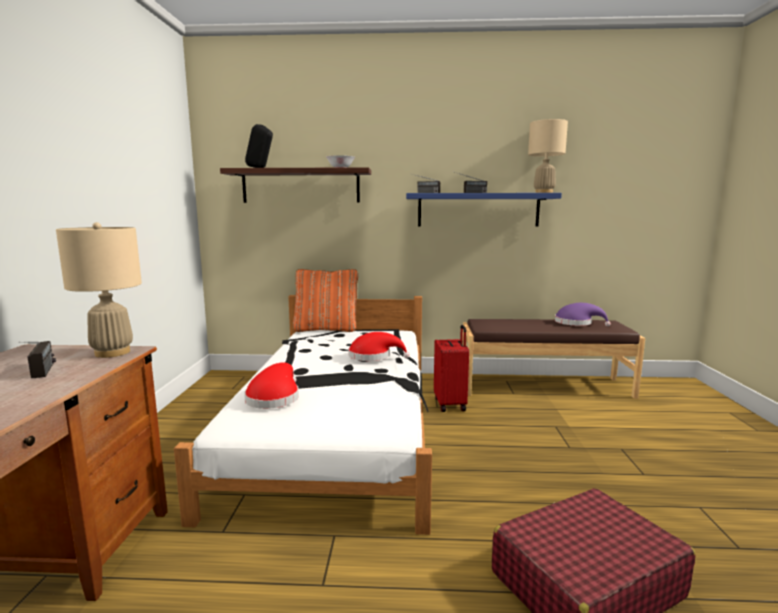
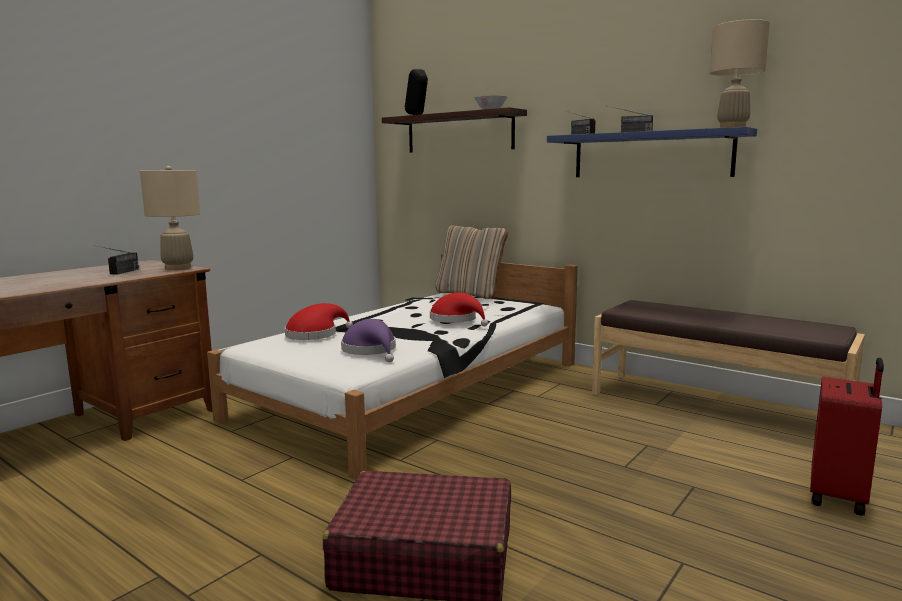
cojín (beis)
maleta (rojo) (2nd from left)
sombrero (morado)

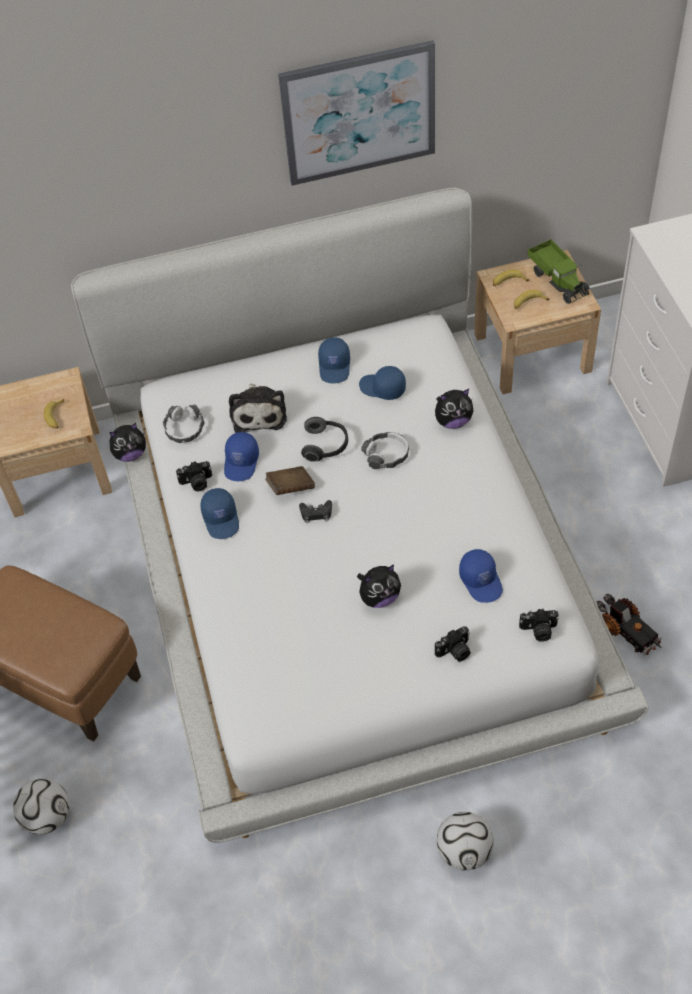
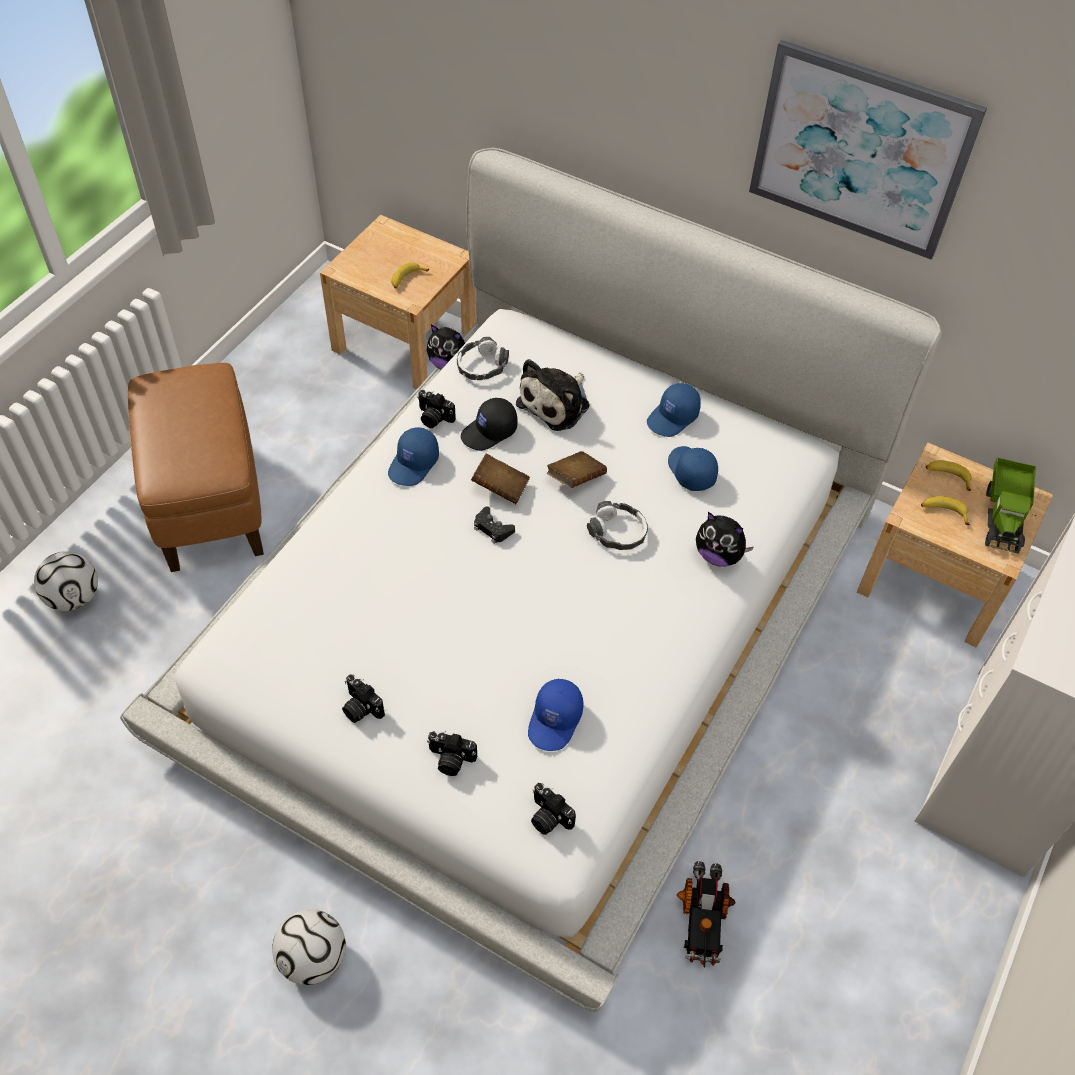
gorra (negro)
libro (marrón) (2nd from left)
peluche (3rd from left in the first image)
cámara (1st from left)

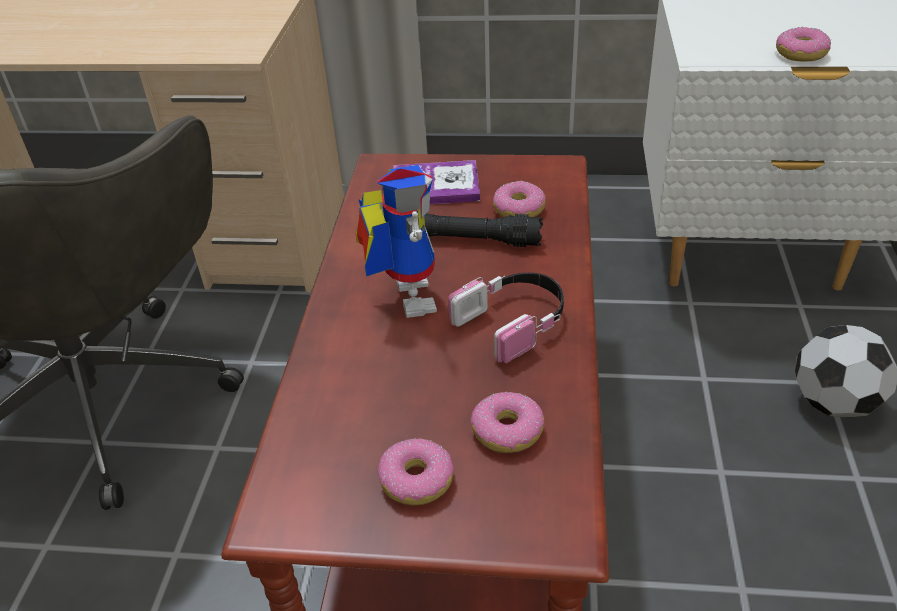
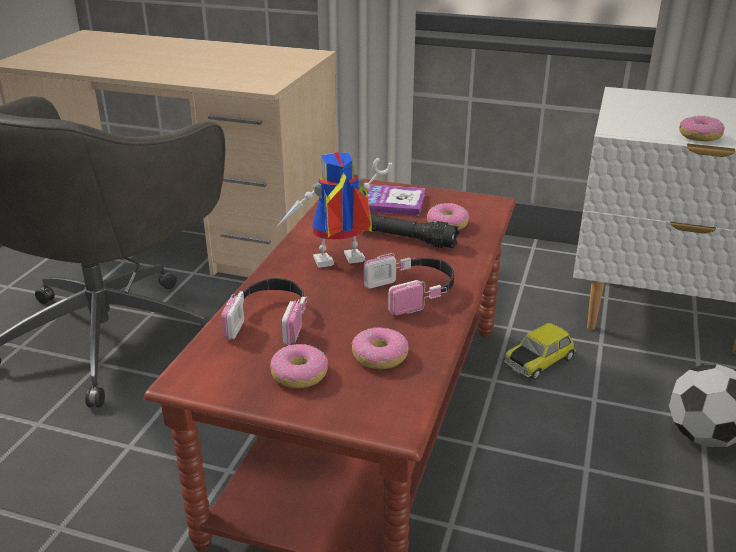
robot de juguete
auriculares (1st from left)
coche de juguete

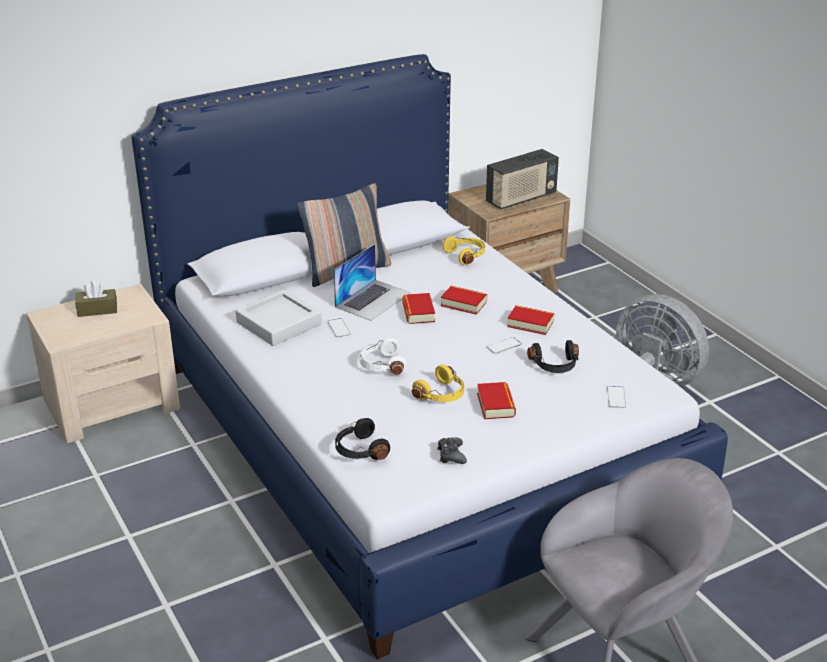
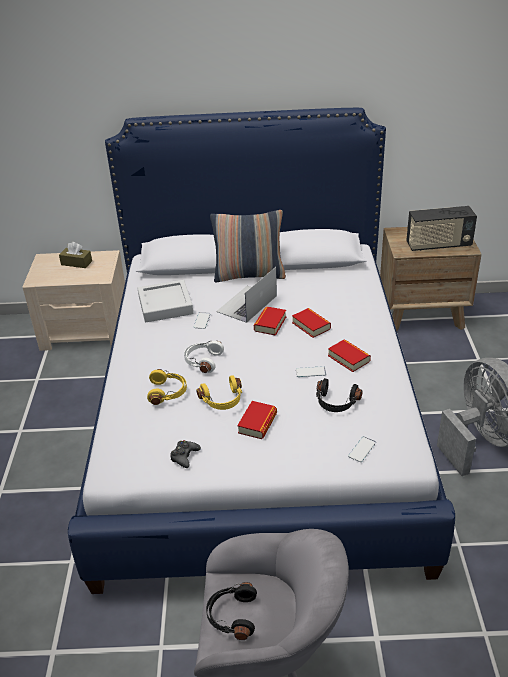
portátil
auriculares (negro) (1st from left)
auriculares (amarillo) (1st from left)

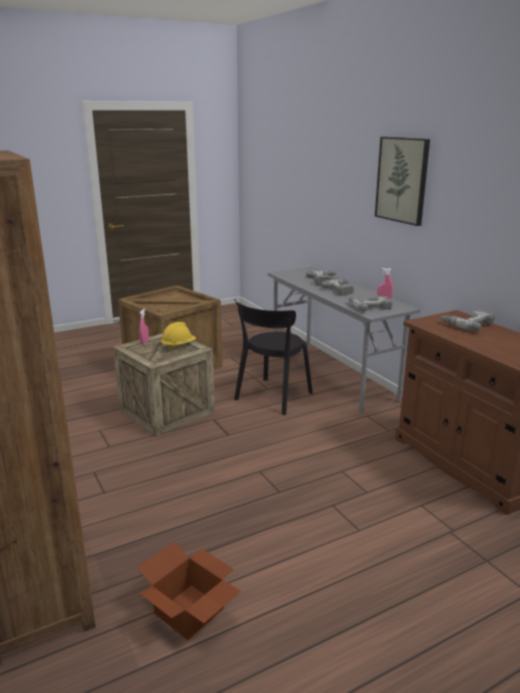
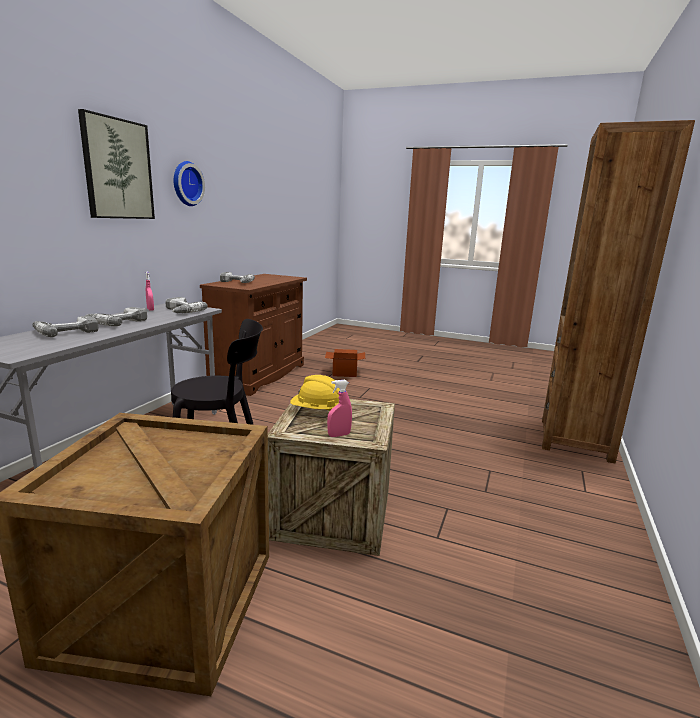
caja de cartón
reloj de pared

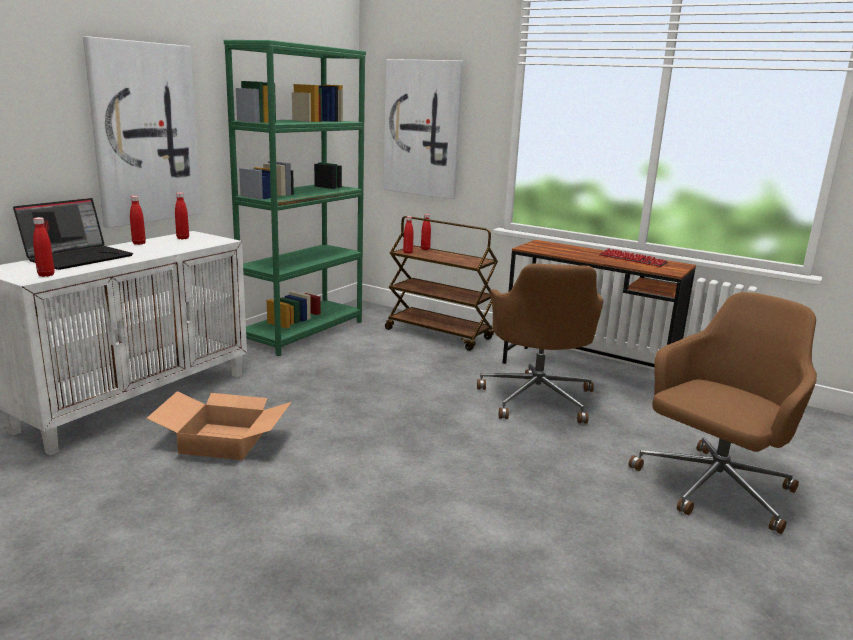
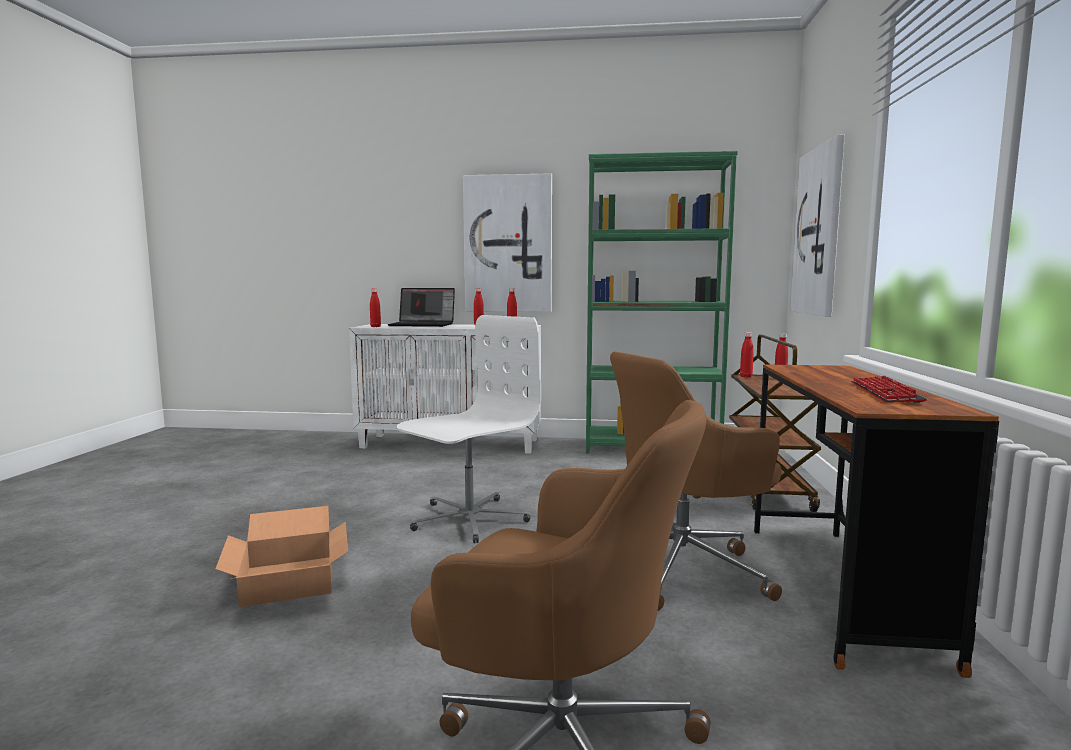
caja de cartón
silla de oficina (blanco)

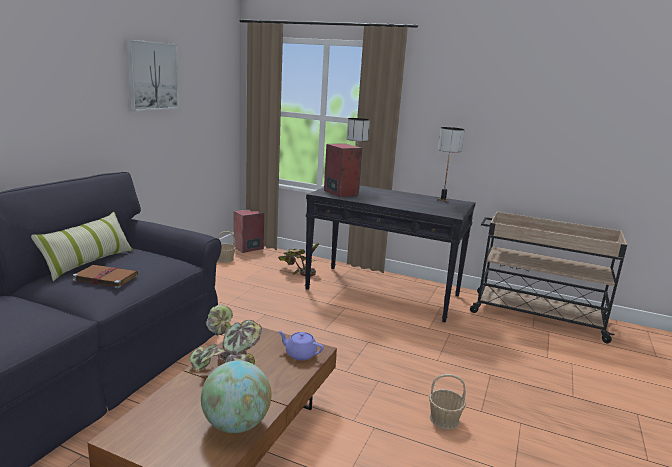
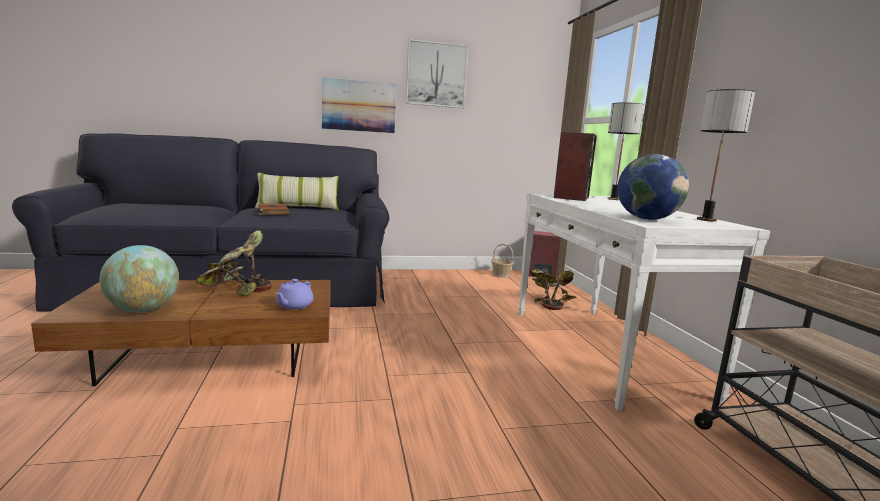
tetera (morado)
mesa consola (blanco)
cesta (2nd from left in the first image)
cuadro (1st from left)
globo terráqueo (2nd from left)

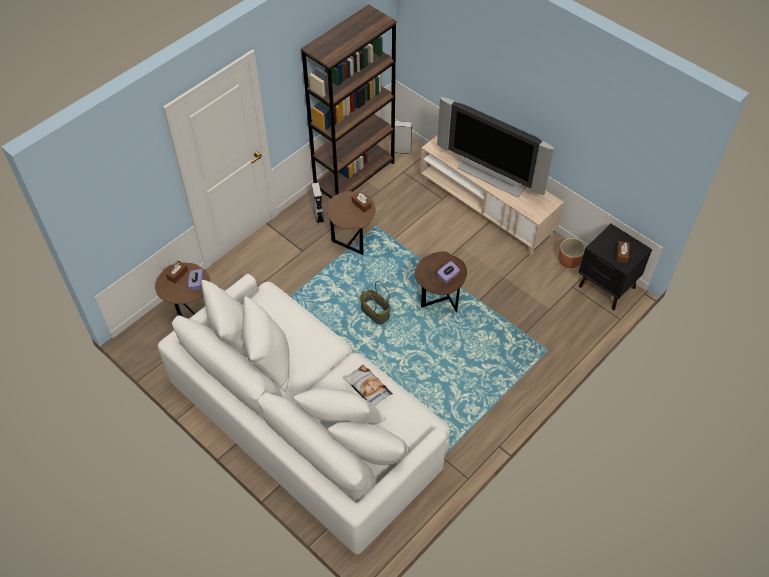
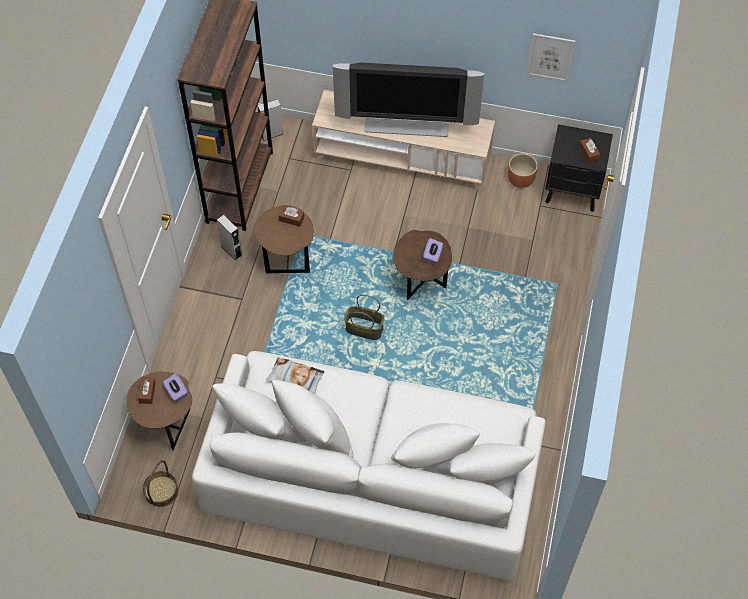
cojín
cesta (1st from left)
cuadro

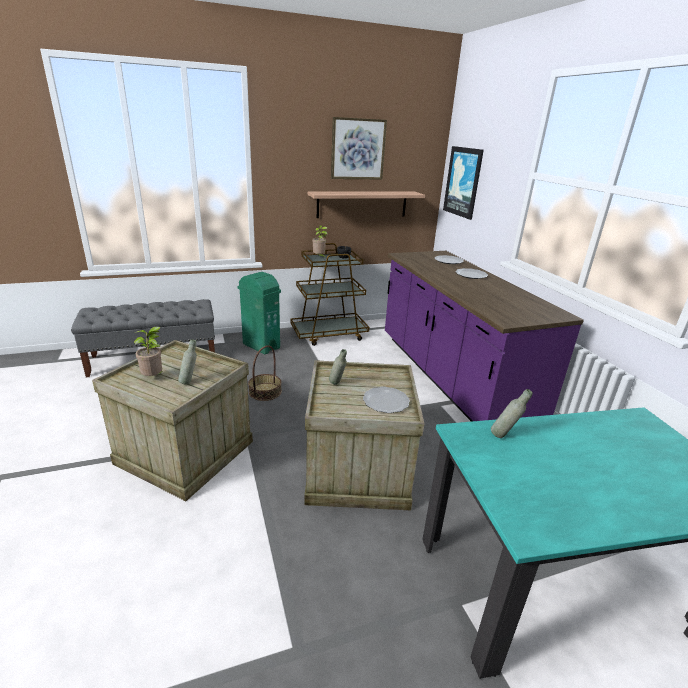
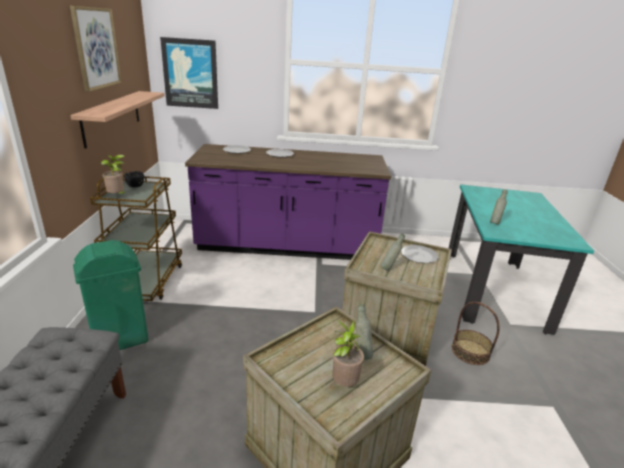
cesta

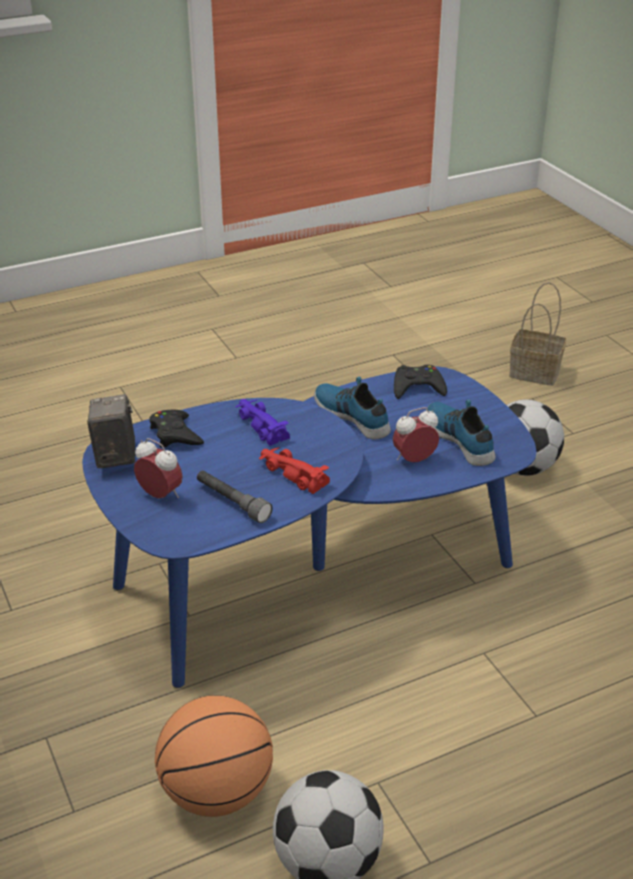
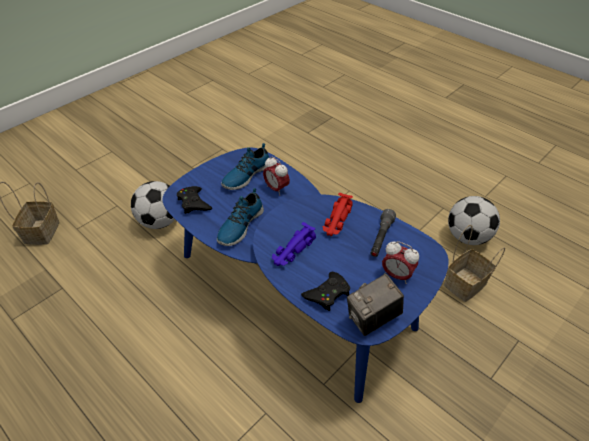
despertador (2nd from left)
cesta (2nd from left)

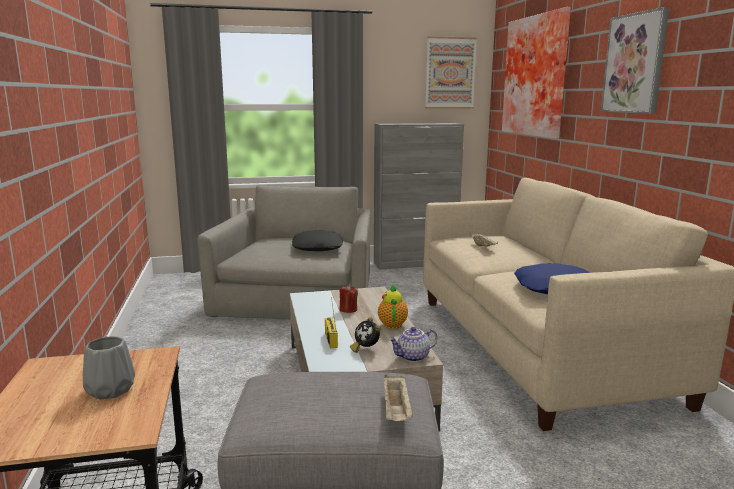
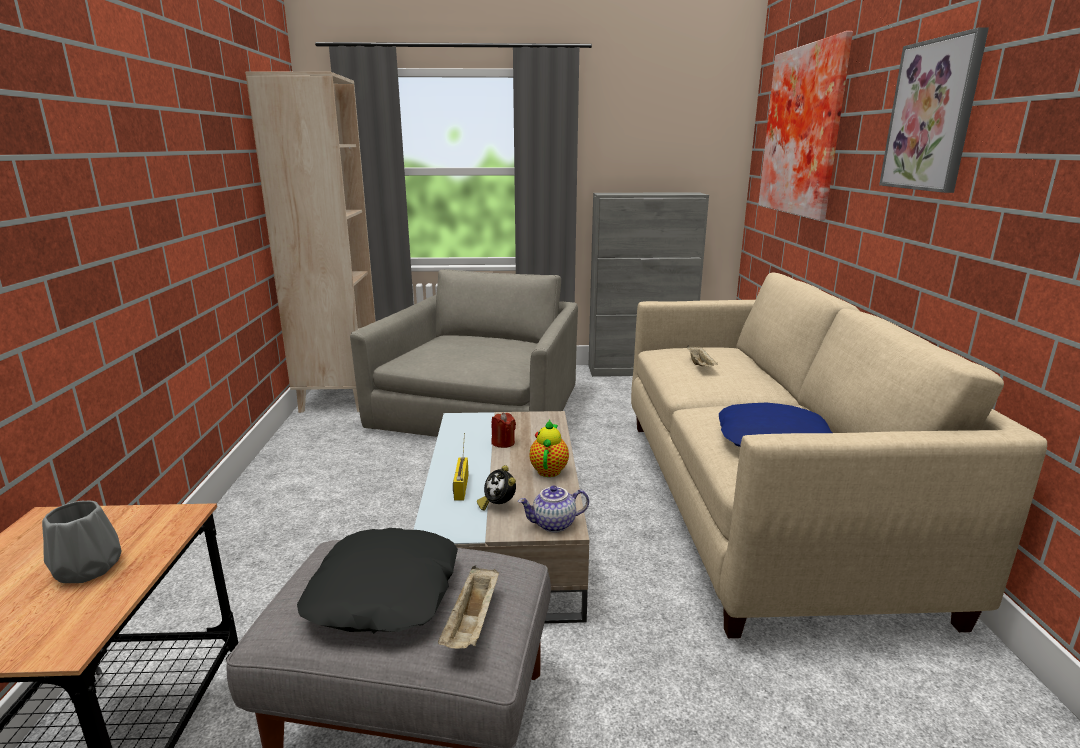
cojín (negro)
cuadro (1st from left in the first image)
estantería (beis)

